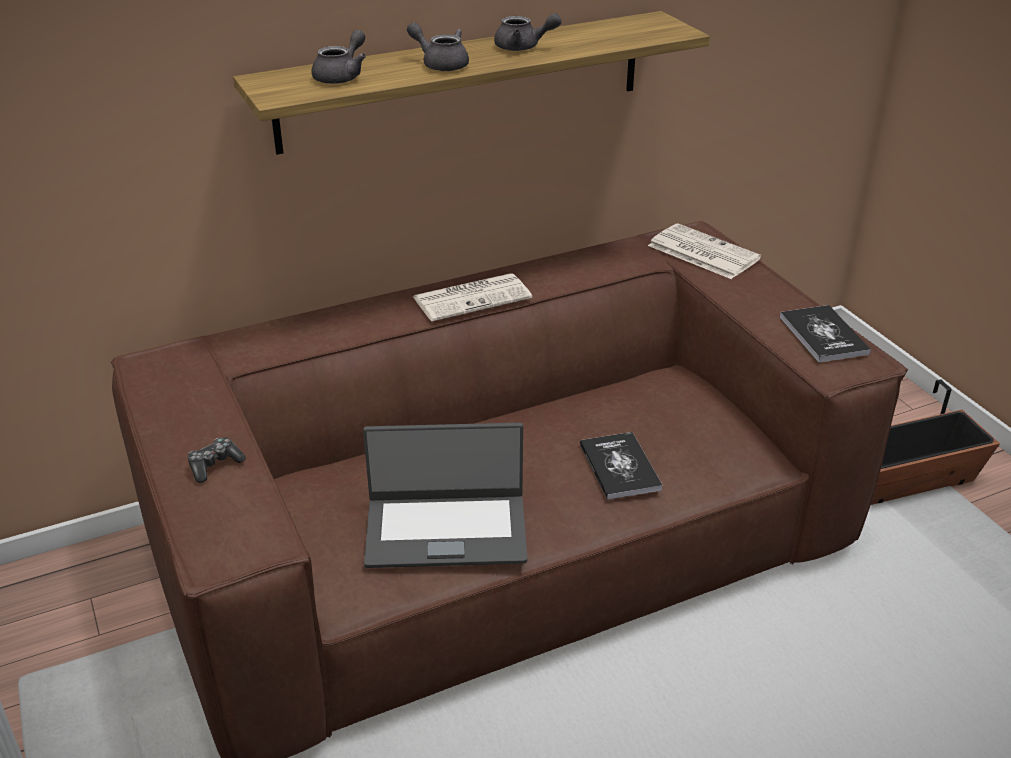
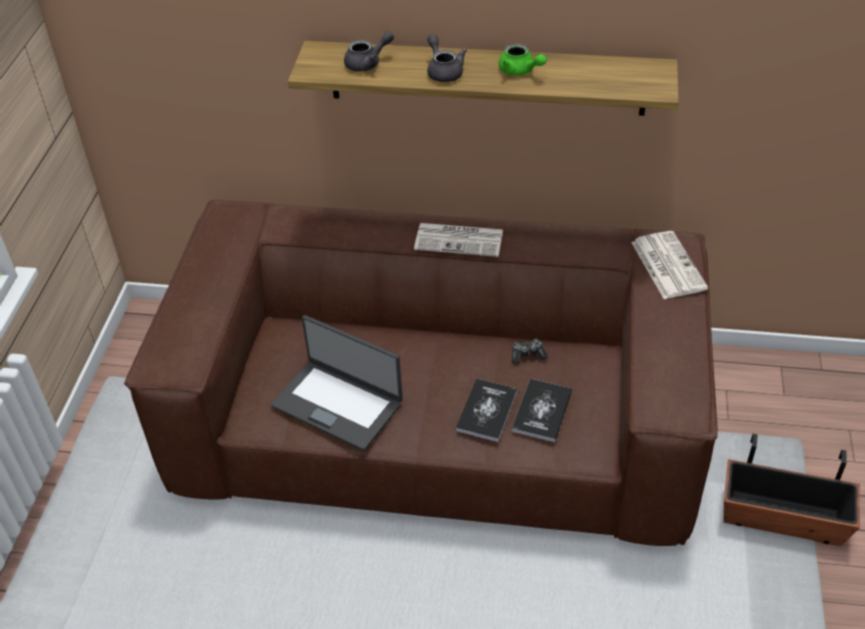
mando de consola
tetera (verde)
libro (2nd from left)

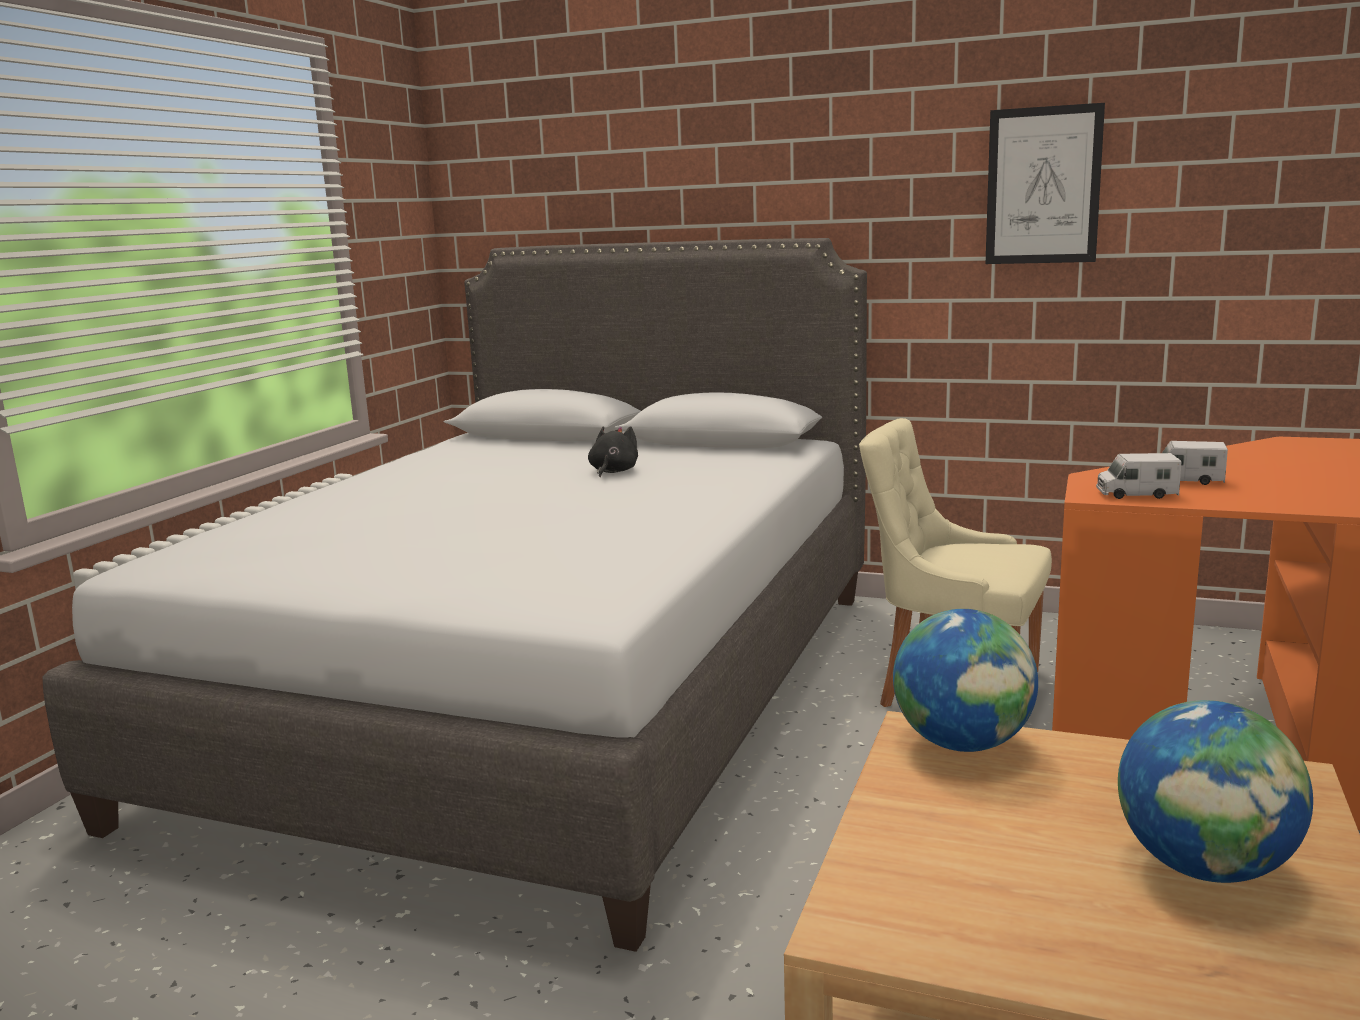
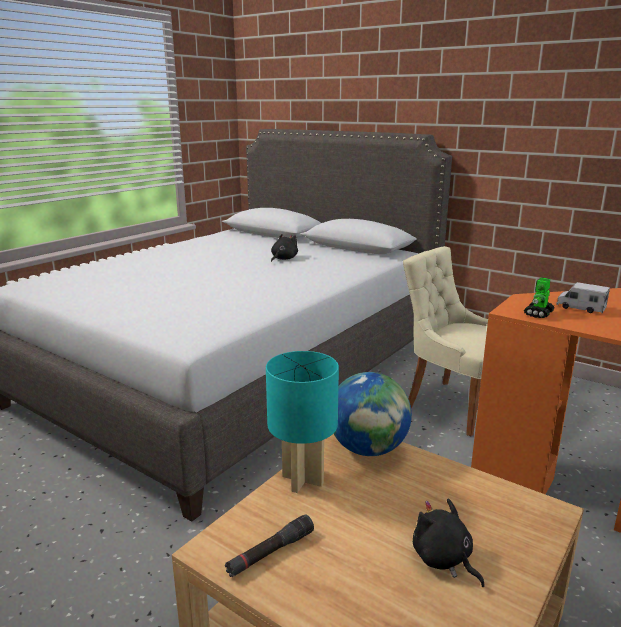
cuadro
robot de juguete
peluche (negro) (2nd from left)
linterna (negro)
lámpara de mesa (turquesa)

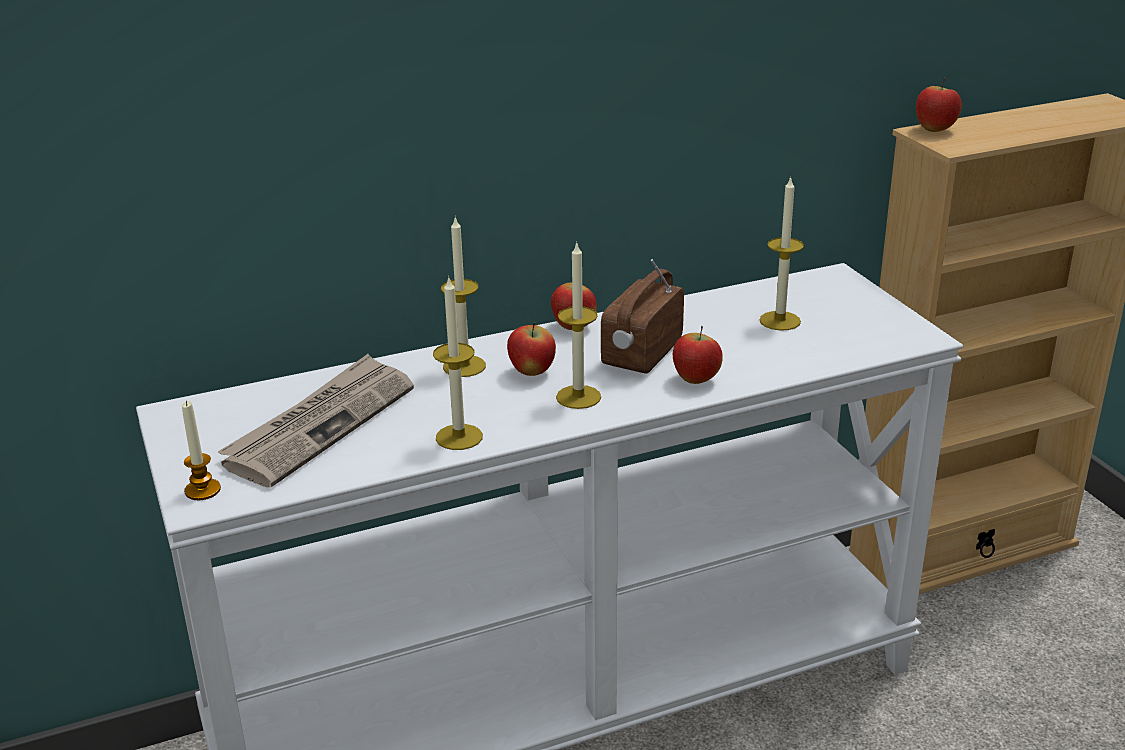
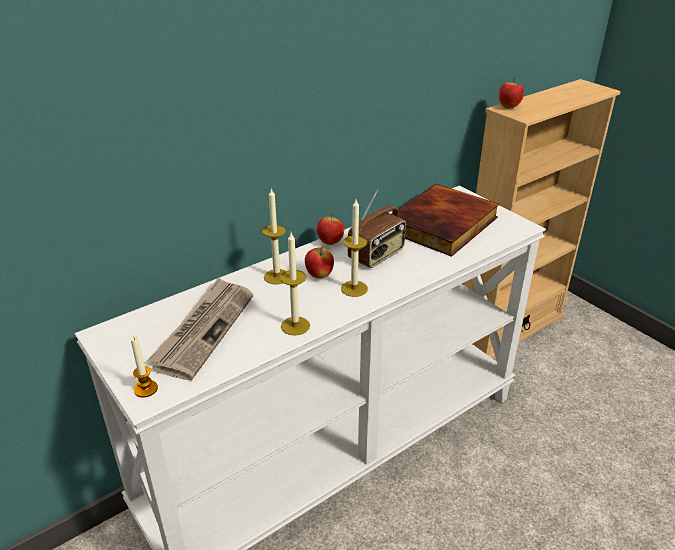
radio
manzana (3rd from left in the first image)
libro

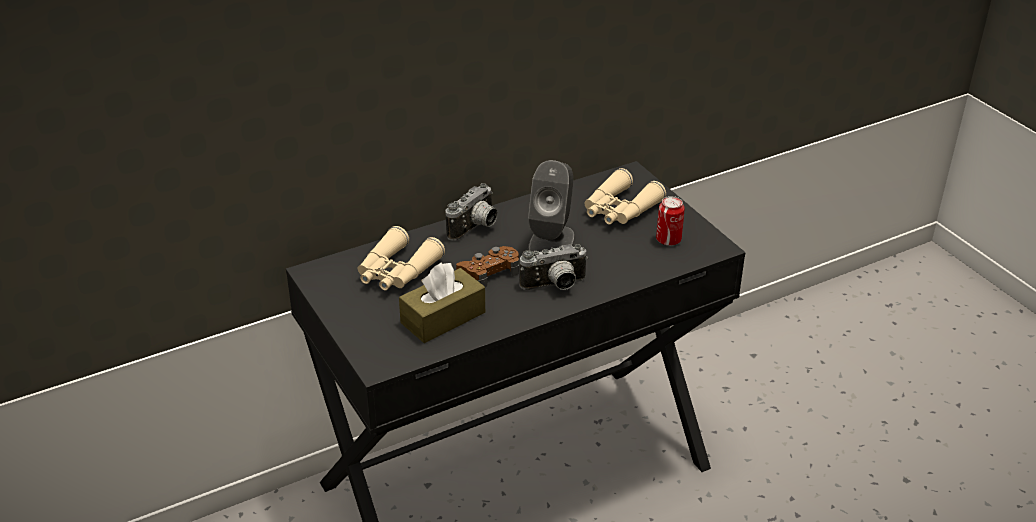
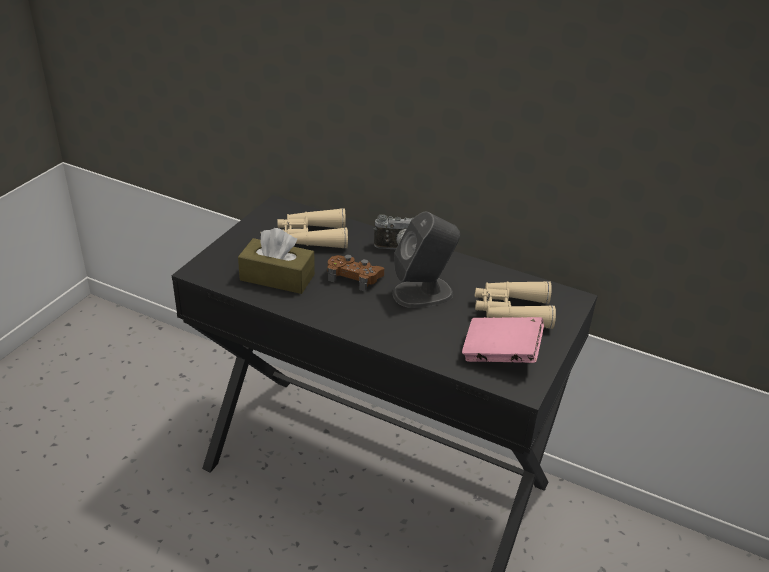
cámara (2nd from left in the first image)
libro (rosa)

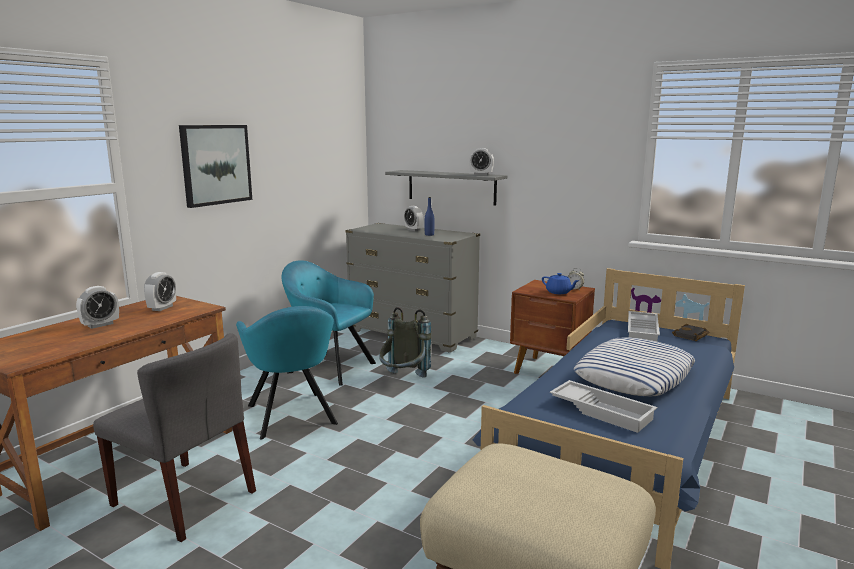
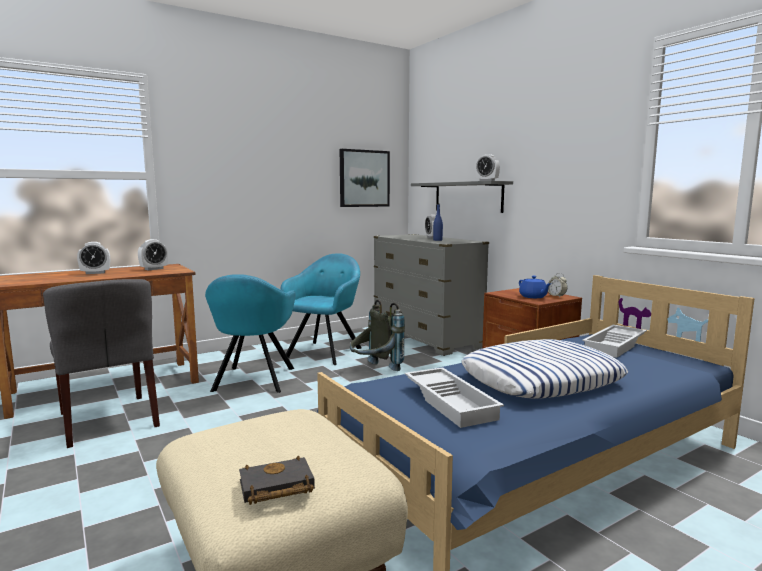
cuadro
sillón (turquesa) (2nd from left)
libro (negro)

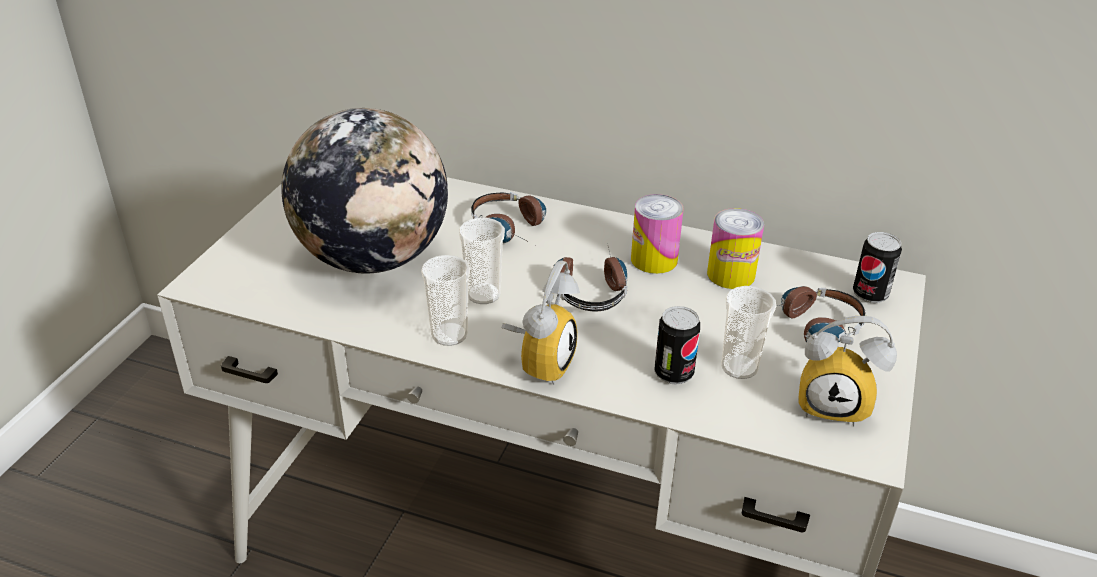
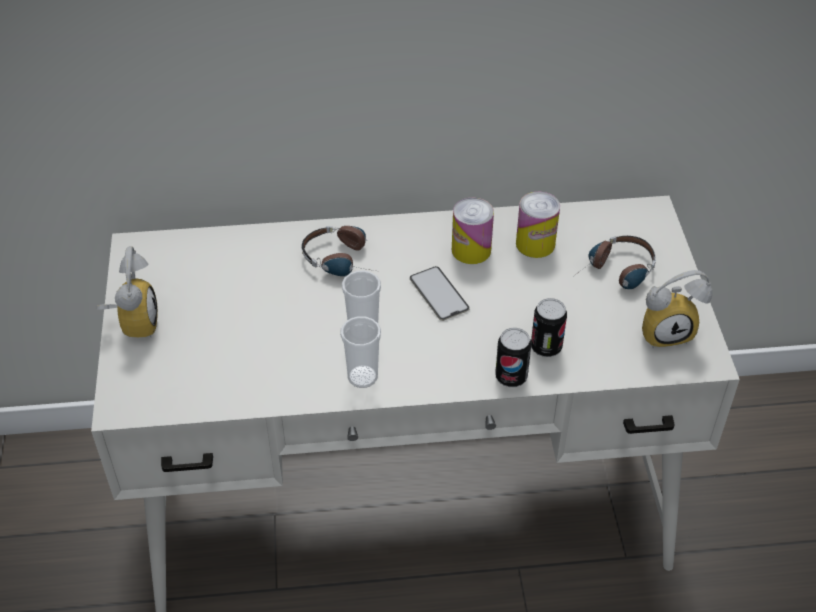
globo terráqueo
despertador (1st from left)
móvil
taza (3rd from left in the first image)
lata (2nd from left)

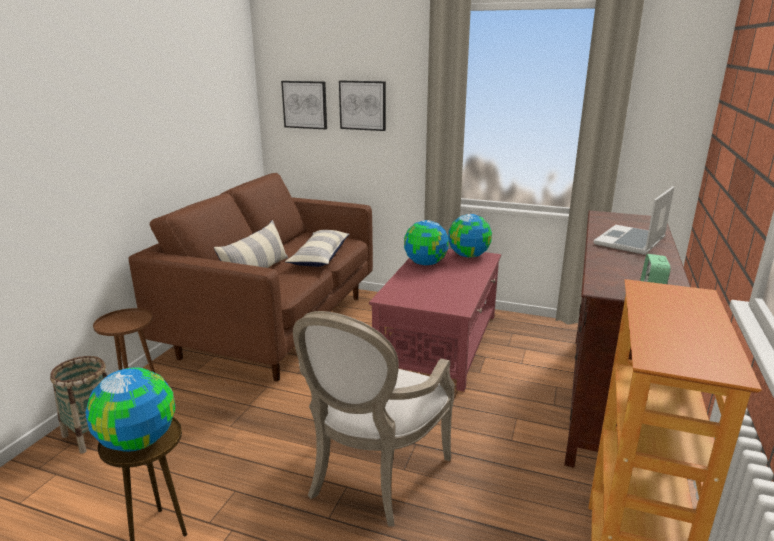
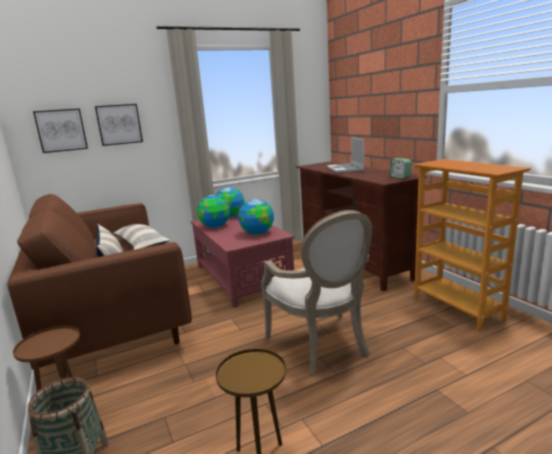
globo terráqueo (3rd from left)

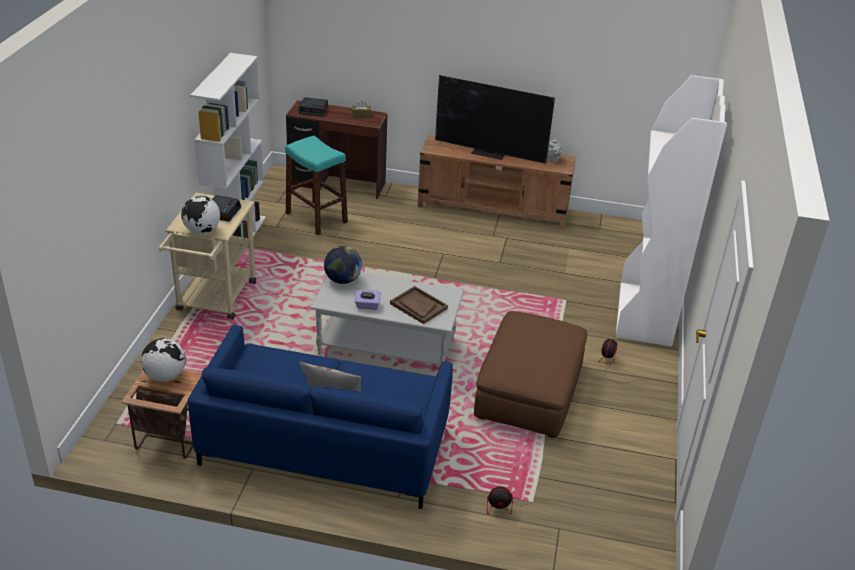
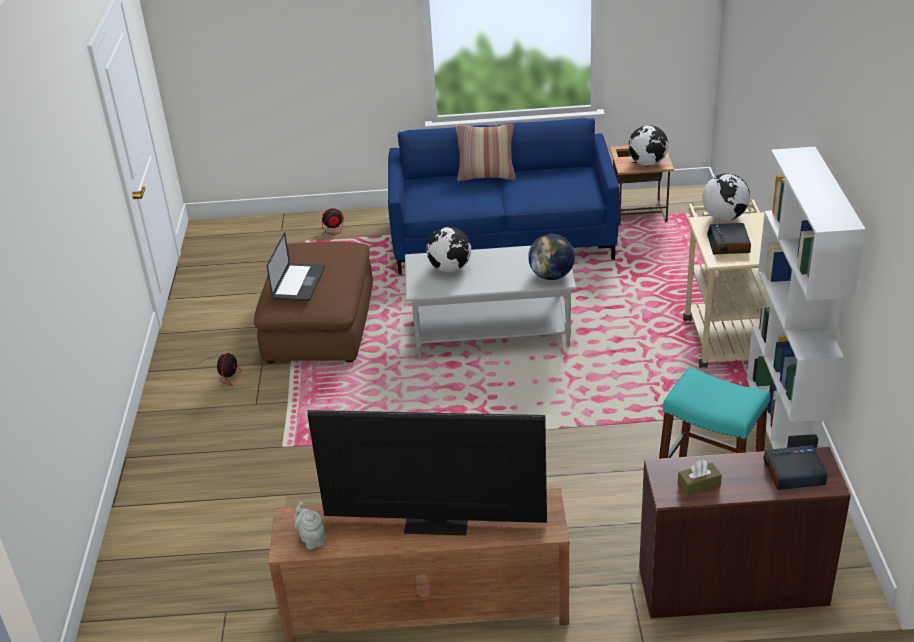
caja de pañuelos (morado)
globo terráqueo (1st from left)
estantería (blanco) (2nd from left in the first image)
portátil

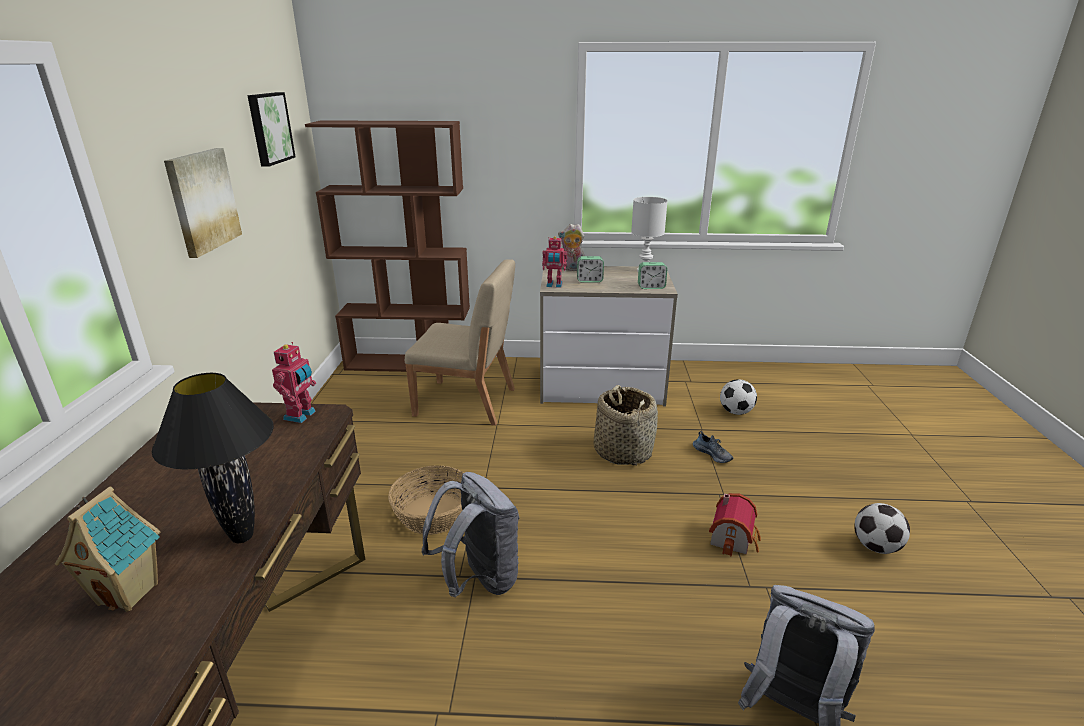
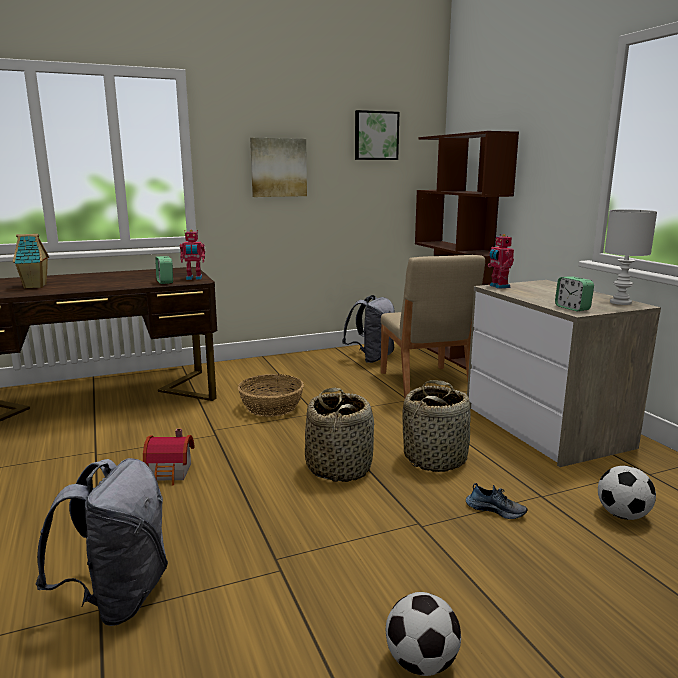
lámpara de mesa (negro)
mochila (gris) (2nd from left)
peluche
despertador (1st from left)
zapato
casita (2nd from left)
cesta (2nd from left)

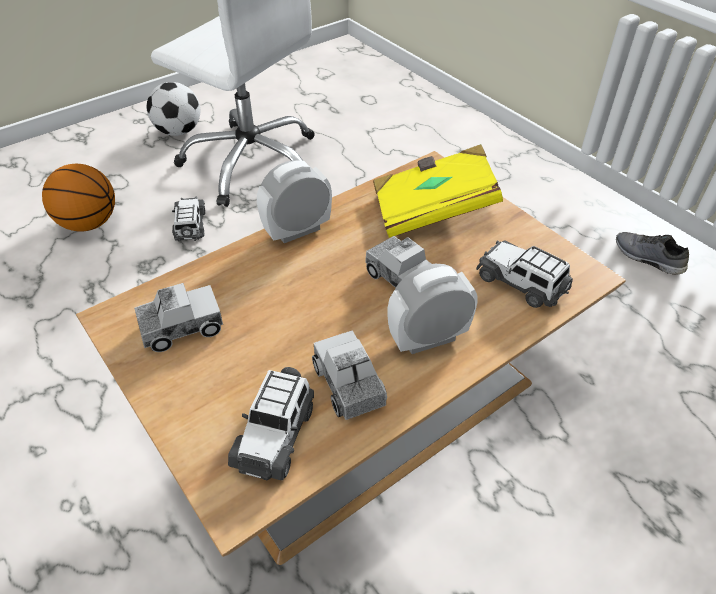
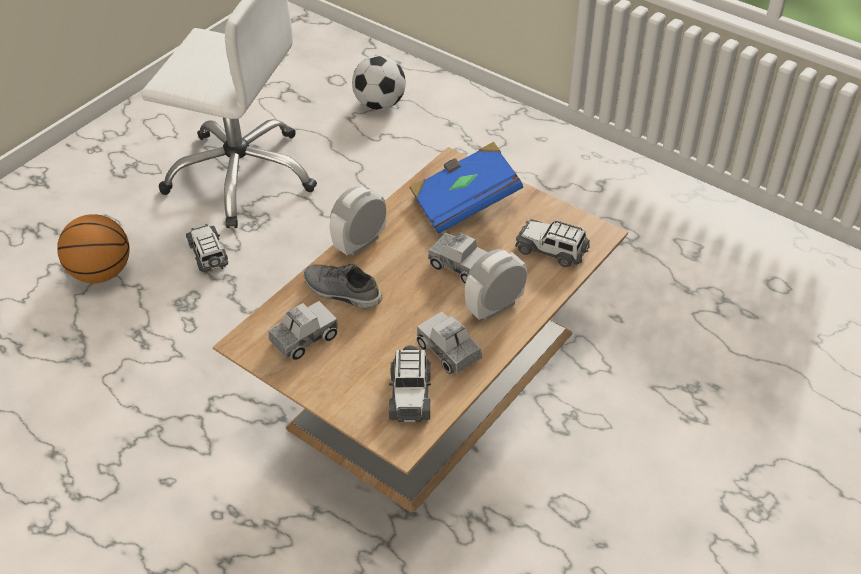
balón de fútbol
libro (azul)
zapato (gris)

